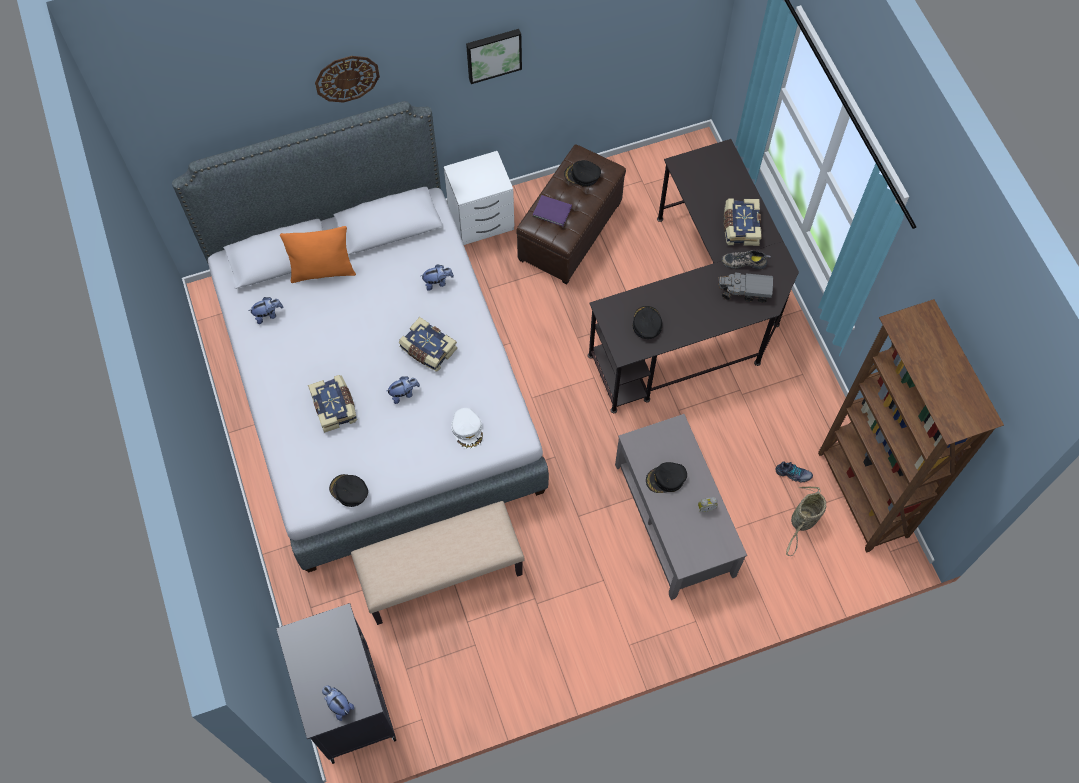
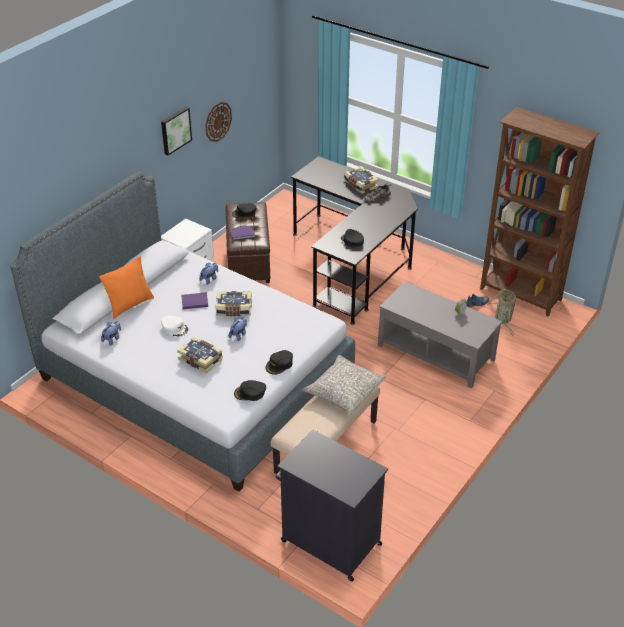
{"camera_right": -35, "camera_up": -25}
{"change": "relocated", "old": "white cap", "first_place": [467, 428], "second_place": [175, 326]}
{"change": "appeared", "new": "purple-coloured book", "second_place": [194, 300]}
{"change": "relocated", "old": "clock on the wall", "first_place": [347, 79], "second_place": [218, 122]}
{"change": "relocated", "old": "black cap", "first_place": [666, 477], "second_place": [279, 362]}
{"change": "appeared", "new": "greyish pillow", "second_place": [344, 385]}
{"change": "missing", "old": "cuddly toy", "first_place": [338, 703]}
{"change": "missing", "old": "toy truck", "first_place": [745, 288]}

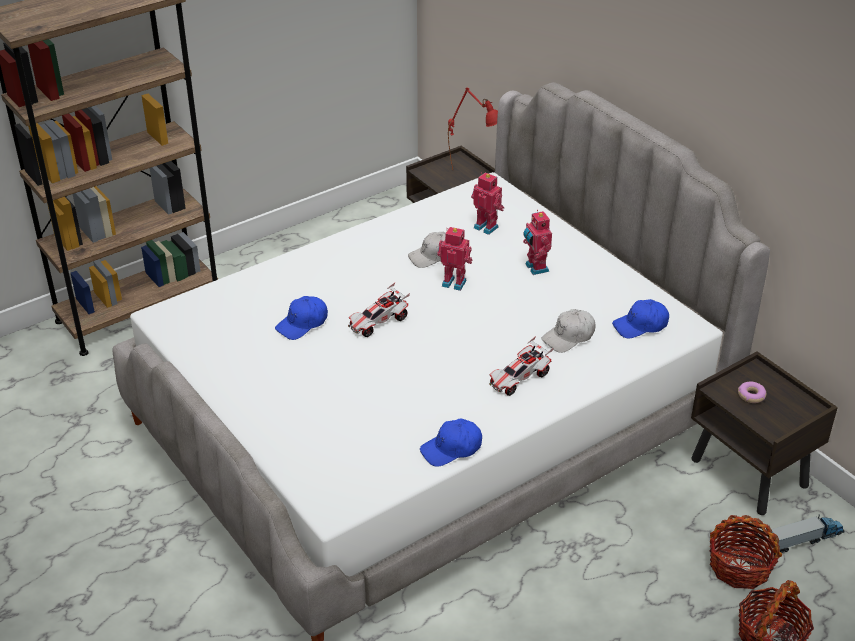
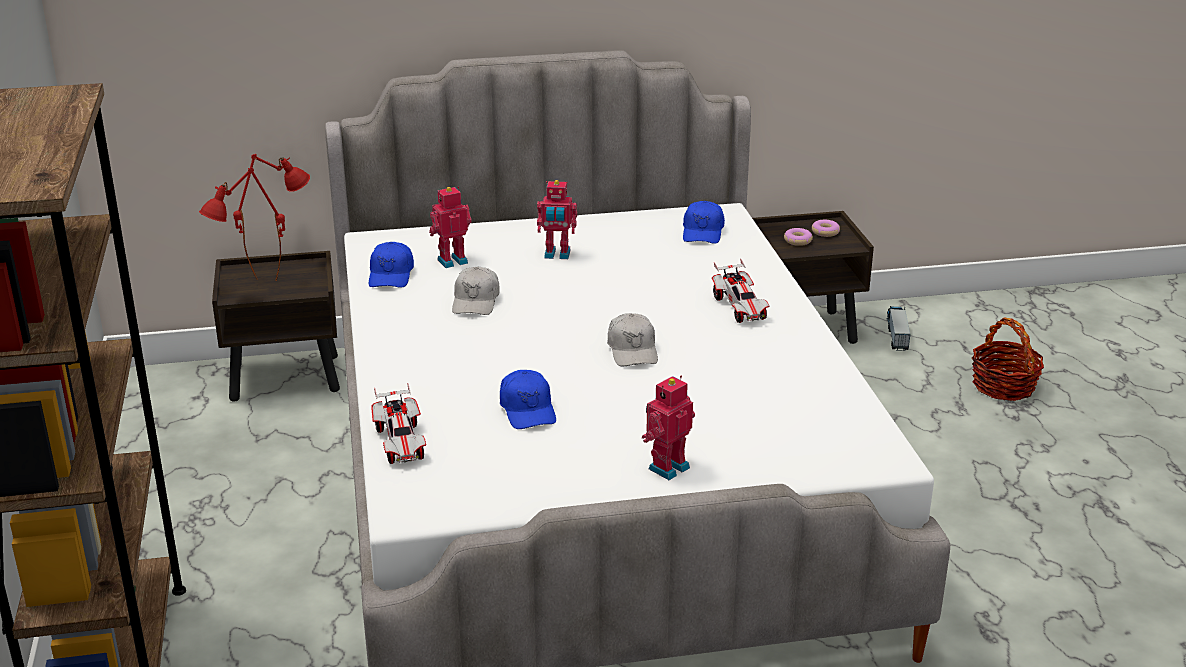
{"camera_right": -65, "camera_up": -10}
{"change": "appeared", "new": "red lamp for a table", "second_place": [242, 224]}
{"change": "relocated", "old": "blue-coloured cap", "first_place": [451, 443], "second_place": [391, 265]}
{"change": "relocated", "old": "model car", "first_place": [379, 309], "second_place": [398, 423]}
{"change": "relocated", "old": "white cap", "first_place": [568, 331], "second_place": [632, 339]}
{"change": "relocated", "old": "toy robot", "first_place": [454, 259], "second_place": [668, 428]}
{"change": "appeared", "new": "donut", "second_place": [826, 228]}
{"change": "missing", "old": "household basket", "first_place": [746, 552]}

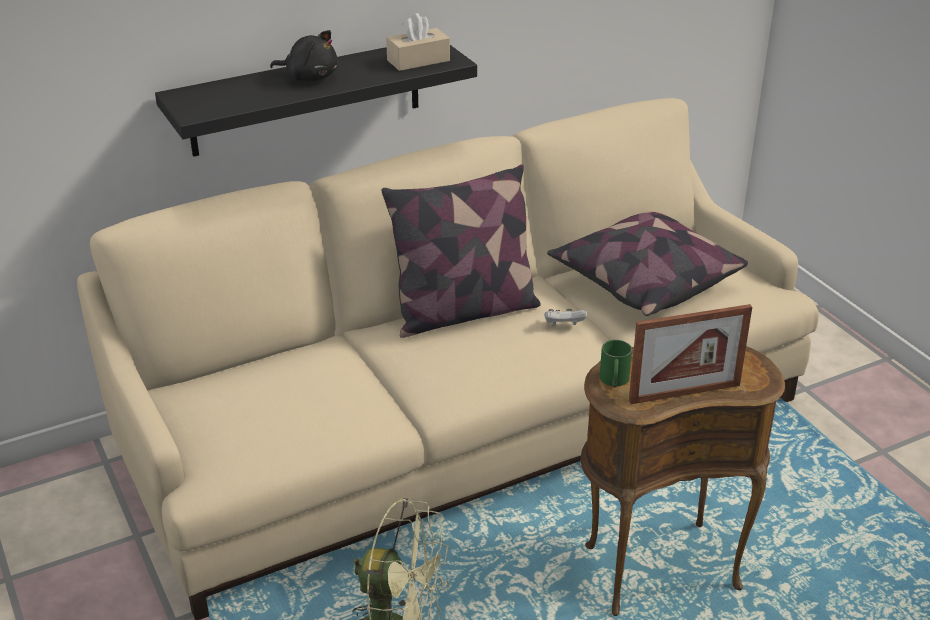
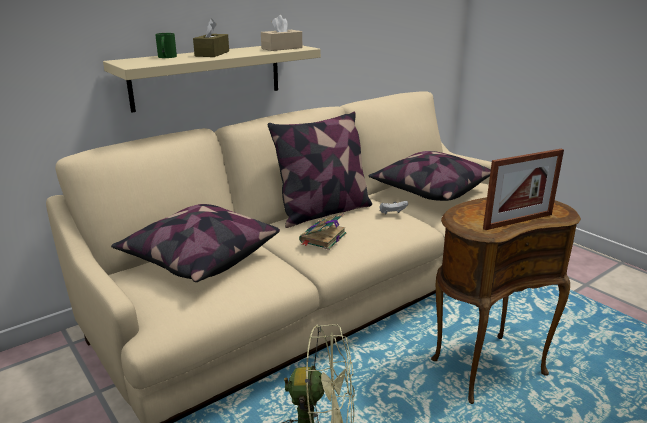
{"camera_right": -10, "camera_up": -10}
{"change": "colour", "old": "black shelf", "new": "beige-coloured shelf", "first_place": [316, 101], "second_place": [212, 79]}
{"change": "appeared", "new": "pillow", "second_place": [195, 243]}
{"change": "relocated", "old": "green tea mug", "first_place": [616, 364], "second_place": [166, 45]}
{"change": "exchanged", "old": "black cuddly toy", "new": "brown tissue box", "first_place": [304, 55], "second_place": [211, 37]}
{"change": "appeared", "new": "book", "second_place": [323, 231]}

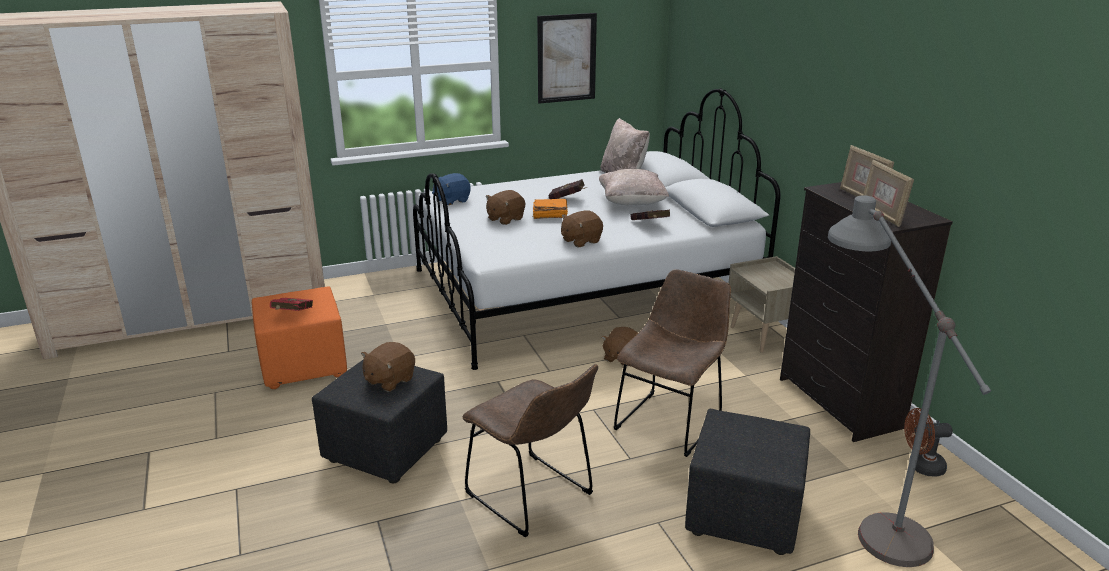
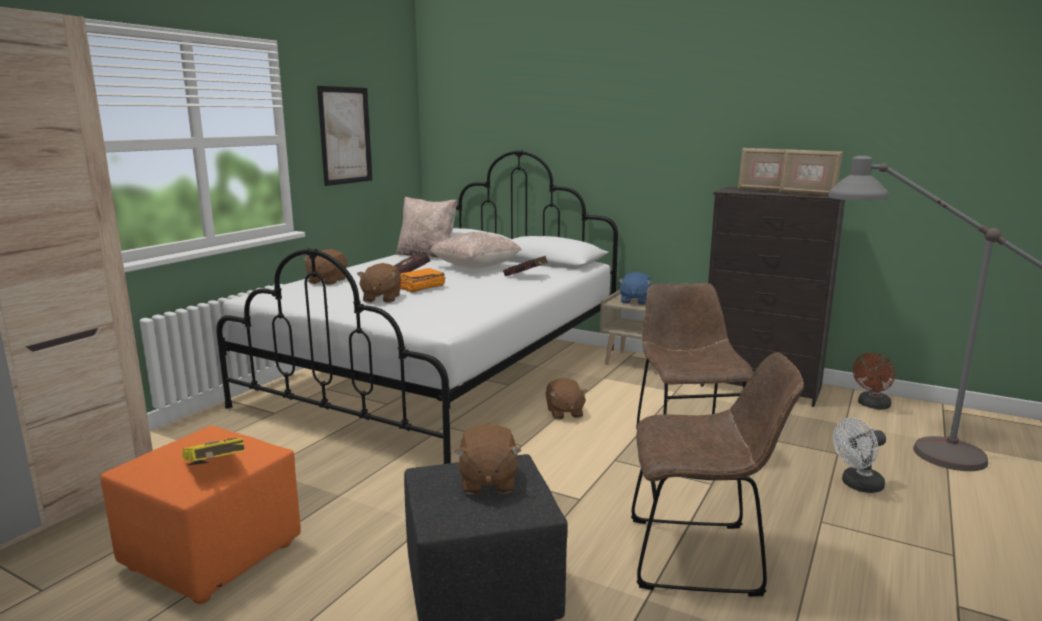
{"camera_right": -40, "camera_up": -10}
{"change": "colour", "old": "red book", "new": "yellow-coloured book", "first_place": [291, 304], "second_place": [213, 449]}
{"change": "relocated", "old": "brown cuddly toy", "first_place": [582, 228], "second_place": [325, 267]}
{"change": "relocated", "old": "blue-coloured cuddly toy", "first_place": [451, 189], "second_place": [635, 288]}
{"change": "exchanged", "old": "black pouffe", "new": "white fan", "first_place": [747, 482], "second_place": [859, 455]}

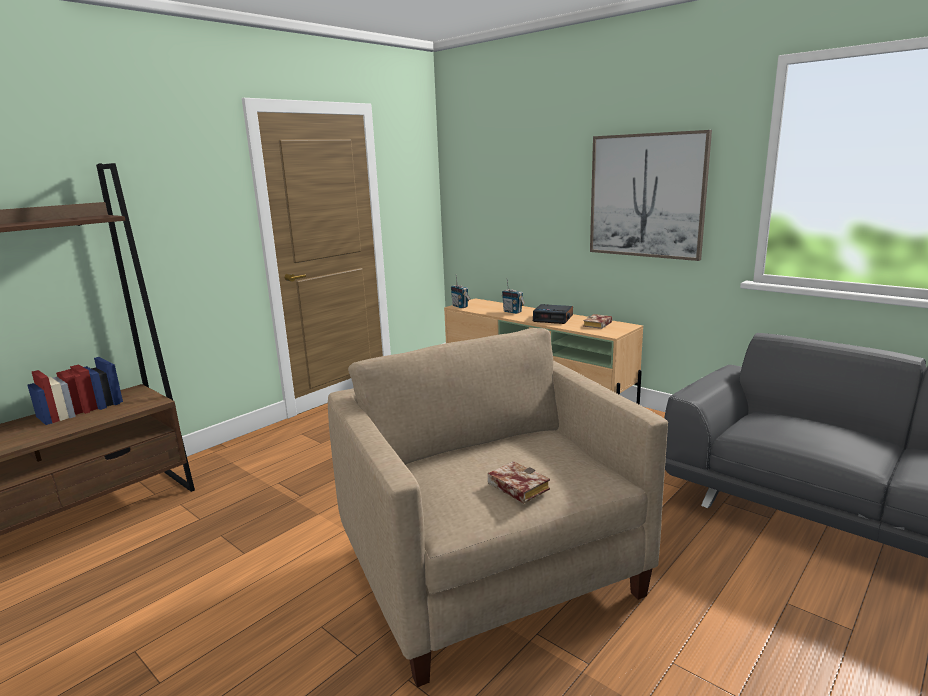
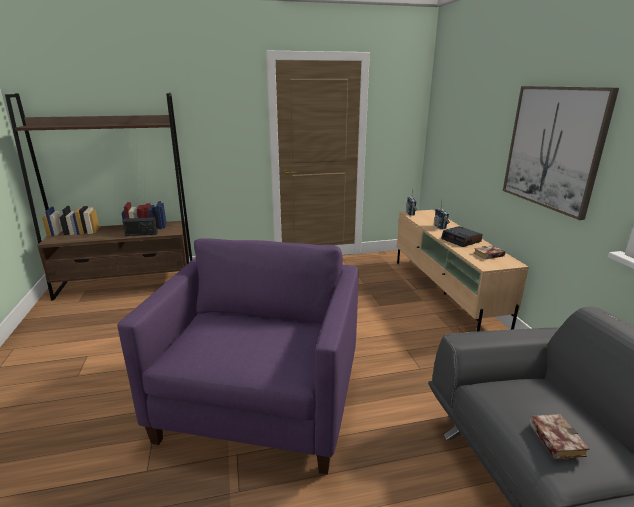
{"camera_right": 35, "camera_up": 5}
{"change": "colour", "old": "beige-coloured armchair", "new": "purple-coloured armchair", "first_place": [498, 507], "second_place": [237, 356]}
{"change": "appeared", "new": "radio receiver", "second_place": [140, 226]}
{"change": "relocated", "old": "book", "first_place": [519, 482], "second_place": [559, 436]}

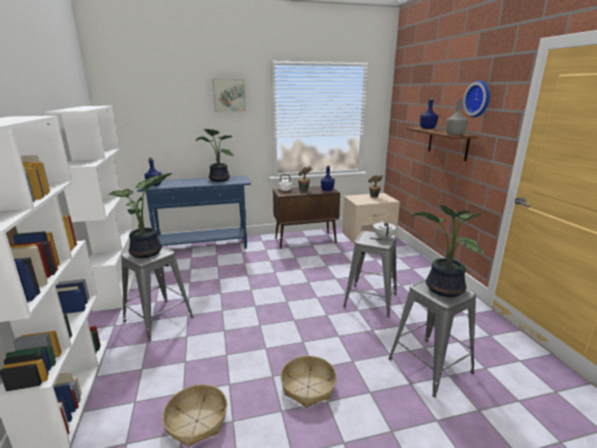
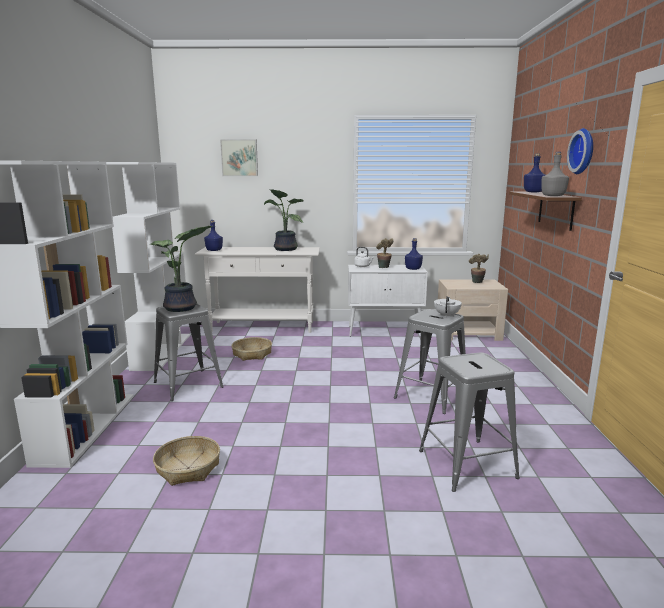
{"camera_right": 15, "camera_up": -5}
{"change": "colour", "old": "blue-coloured narrow table", "new": "white narrow table", "first_place": [194, 212], "second_place": [257, 290]}
{"change": "relocated", "old": "picture", "first_place": [229, 95], "second_place": [239, 157]}
{"change": "relocated", "old": "household basket", "first_place": [309, 382], "second_place": [252, 349]}
{"change": "colour", "old": "brown cupboard", "new": "white cupboard", "first_place": [306, 217], "second_place": [388, 300]}
{"change": "missing", "old": "potted plant", "first_place": [448, 251]}

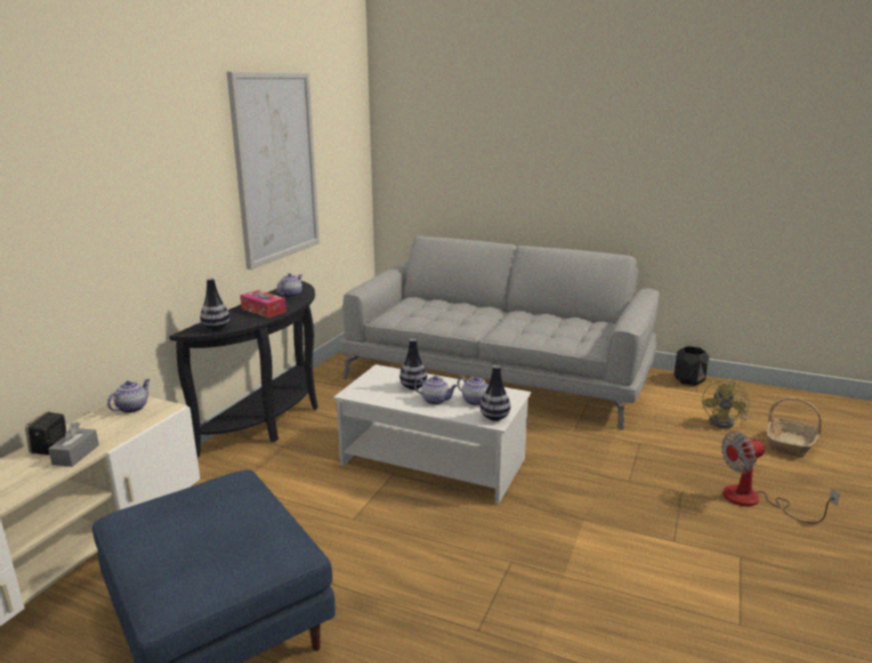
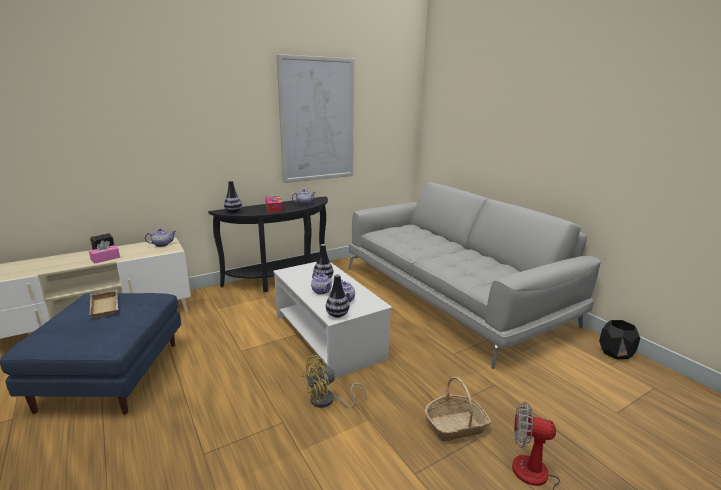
{"camera_right": 35, "camera_up": 0}
{"change": "colour", "old": "greyish tissue box", "new": "pink tissue box", "first_place": [73, 444], "second_place": [104, 252]}
{"change": "appeared", "new": "beige-coloured serving tray", "second_place": [103, 304]}
{"change": "relocated", "old": "yellow-coloured fan", "first_place": [726, 403], "second_place": [334, 381]}
{"change": "relocated", "old": "household basket", "first_place": [794, 428], "second_place": [458, 409]}

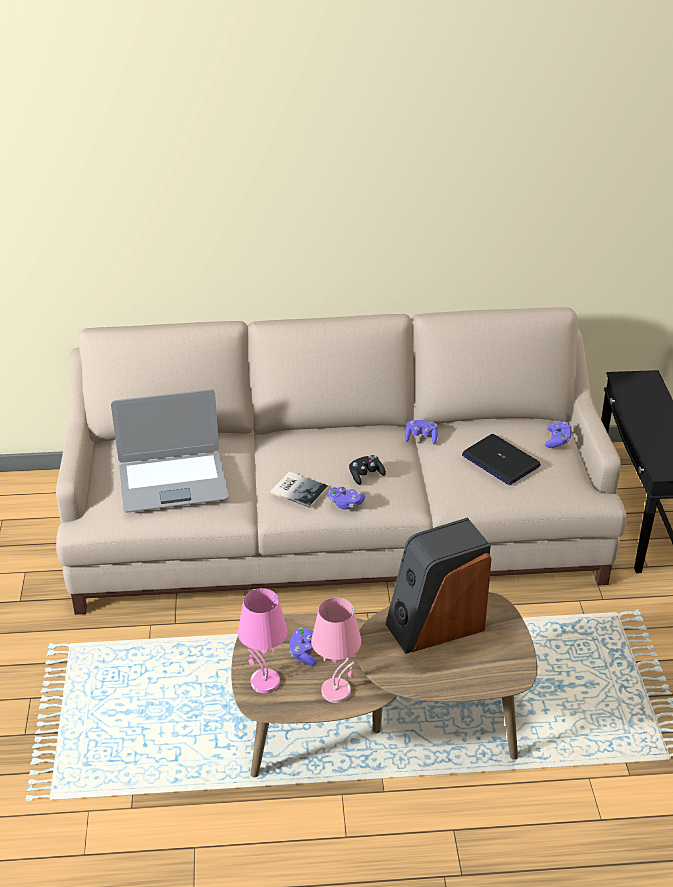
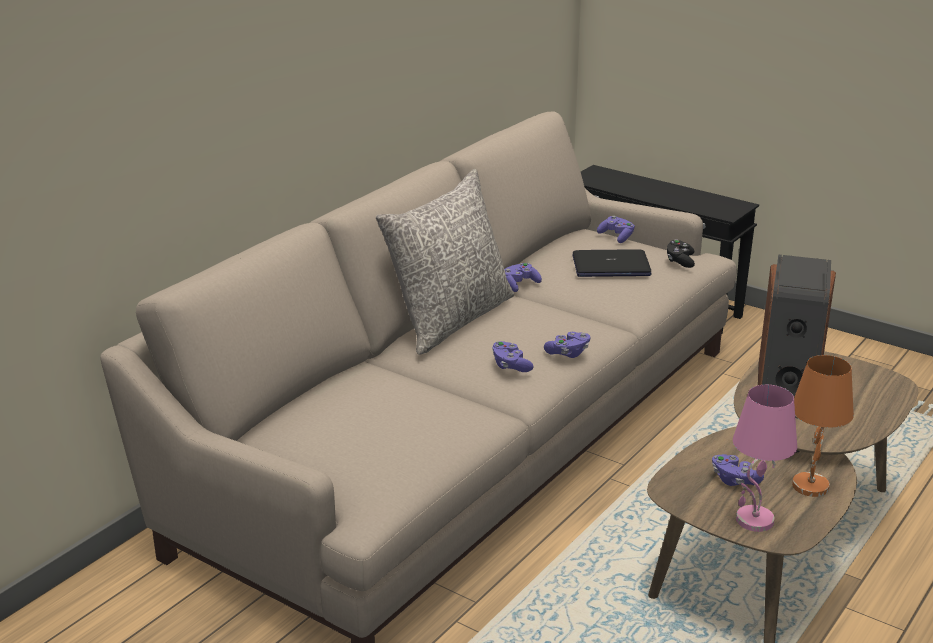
{"camera_right": -50, "camera_up": -10}
{"change": "appeared", "new": "greyish pillow", "second_place": [445, 262]}
{"change": "exchanged", "old": "book", "new": "purple-coloured gamepad", "first_place": [299, 490], "second_place": [513, 356]}
{"change": "relocated", "old": "black gamepad", "first_place": [367, 470], "second_place": [681, 253]}
{"change": "colour", "old": "pink lamp for a table", "new": "orange lamp for a table", "first_place": [336, 650], "second_place": [823, 426]}
{"change": "missing", "old": "notebook computer", "first_place": [170, 450]}

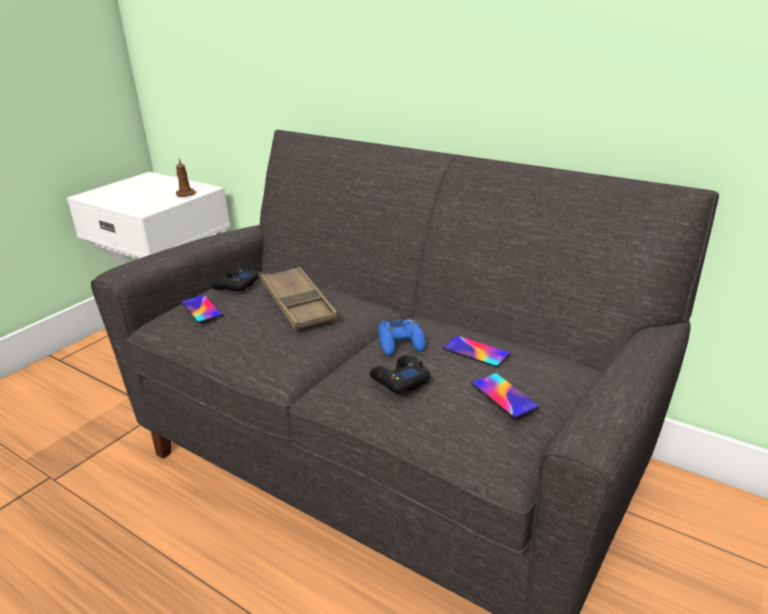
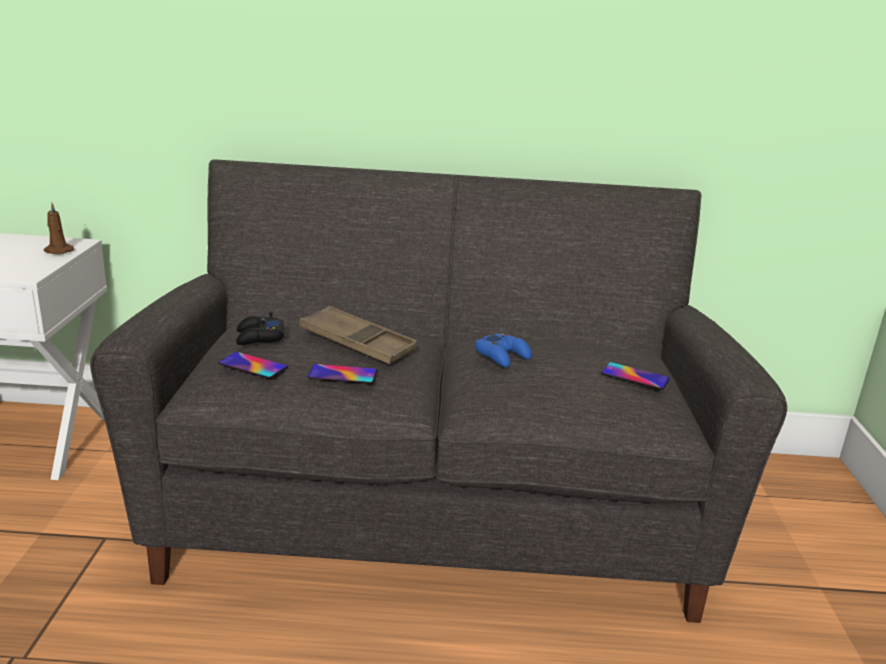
{"camera_right": -35, "camera_up": -5}
{"change": "relocated", "old": "phone", "first_place": [477, 351], "second_place": [342, 374]}
{"change": "missing", "old": "black gamepad", "first_place": [400, 374]}

